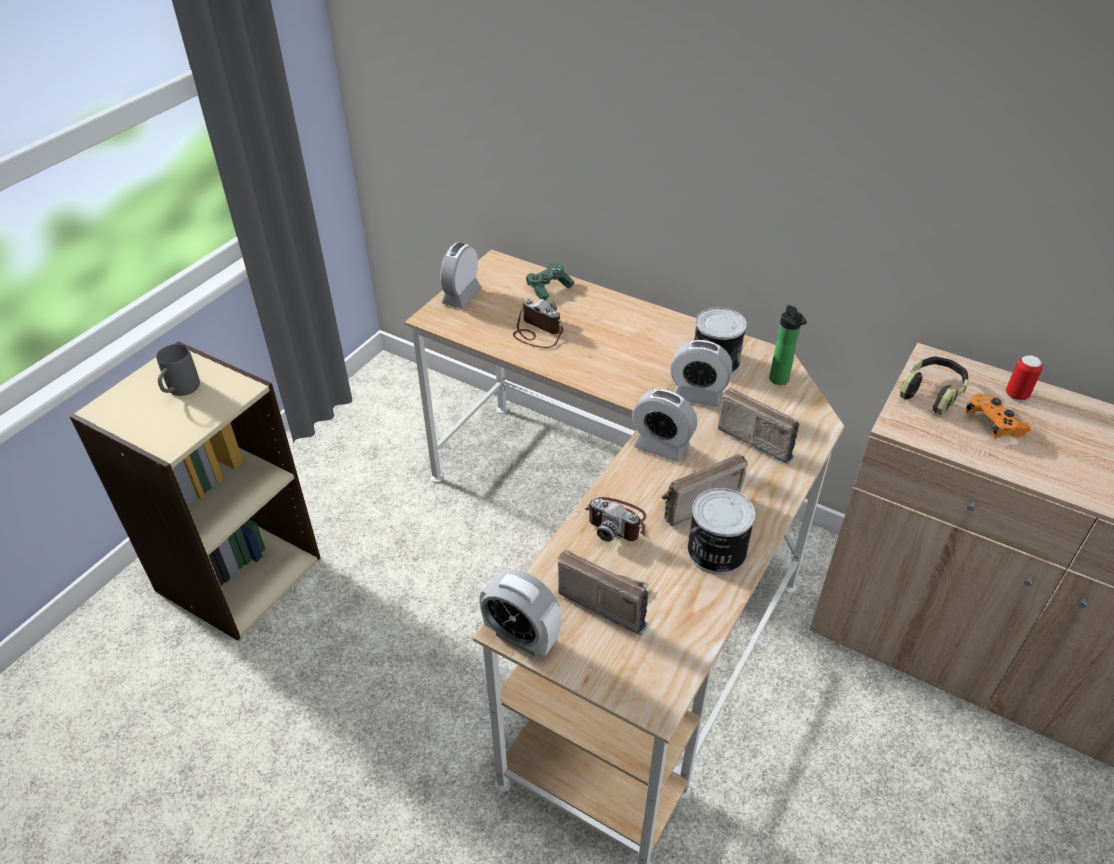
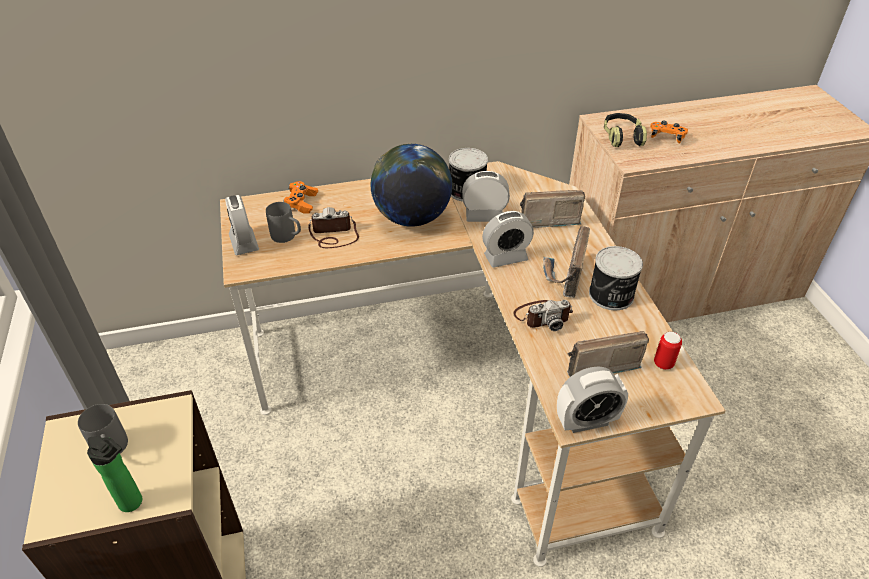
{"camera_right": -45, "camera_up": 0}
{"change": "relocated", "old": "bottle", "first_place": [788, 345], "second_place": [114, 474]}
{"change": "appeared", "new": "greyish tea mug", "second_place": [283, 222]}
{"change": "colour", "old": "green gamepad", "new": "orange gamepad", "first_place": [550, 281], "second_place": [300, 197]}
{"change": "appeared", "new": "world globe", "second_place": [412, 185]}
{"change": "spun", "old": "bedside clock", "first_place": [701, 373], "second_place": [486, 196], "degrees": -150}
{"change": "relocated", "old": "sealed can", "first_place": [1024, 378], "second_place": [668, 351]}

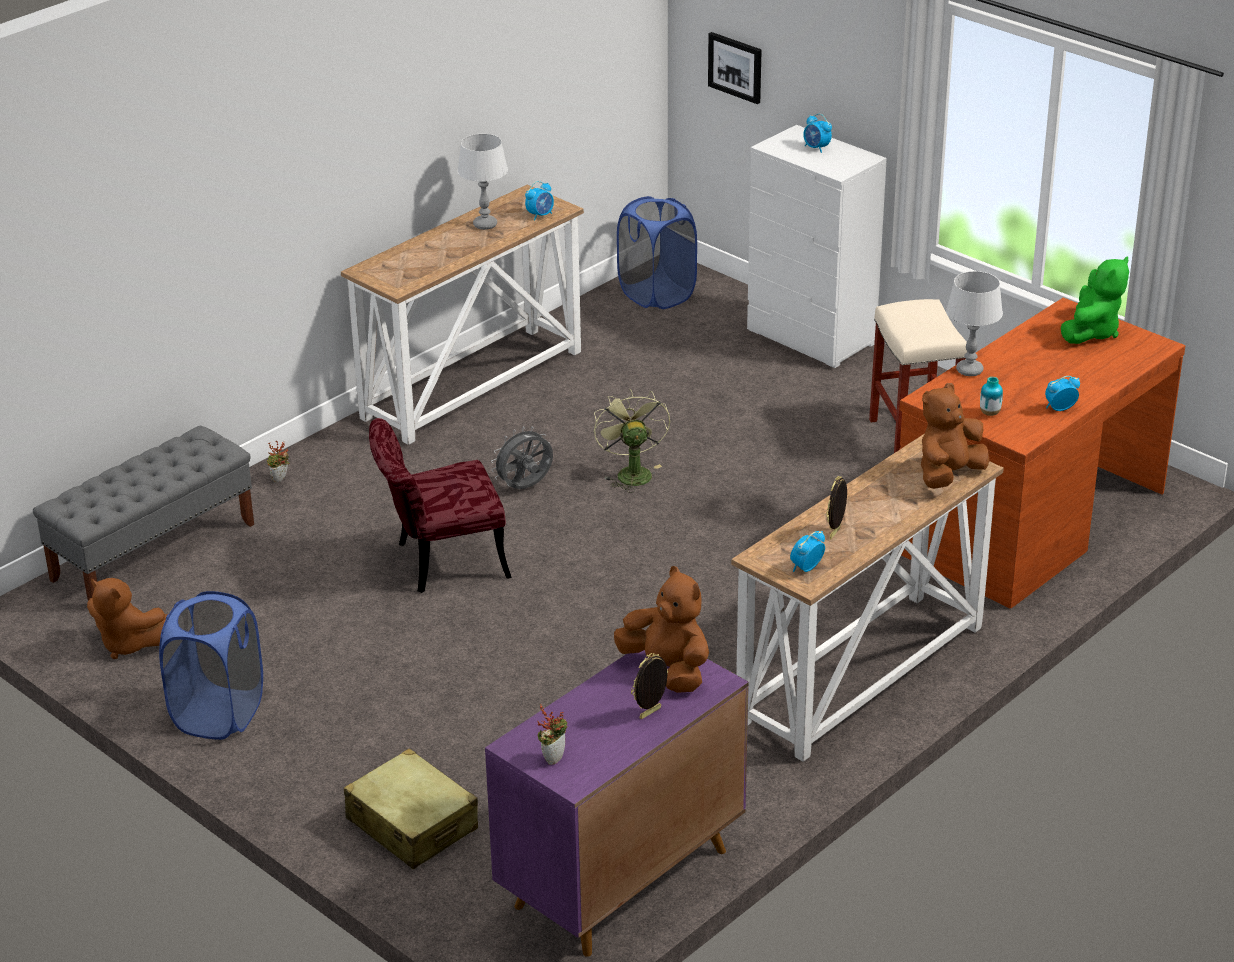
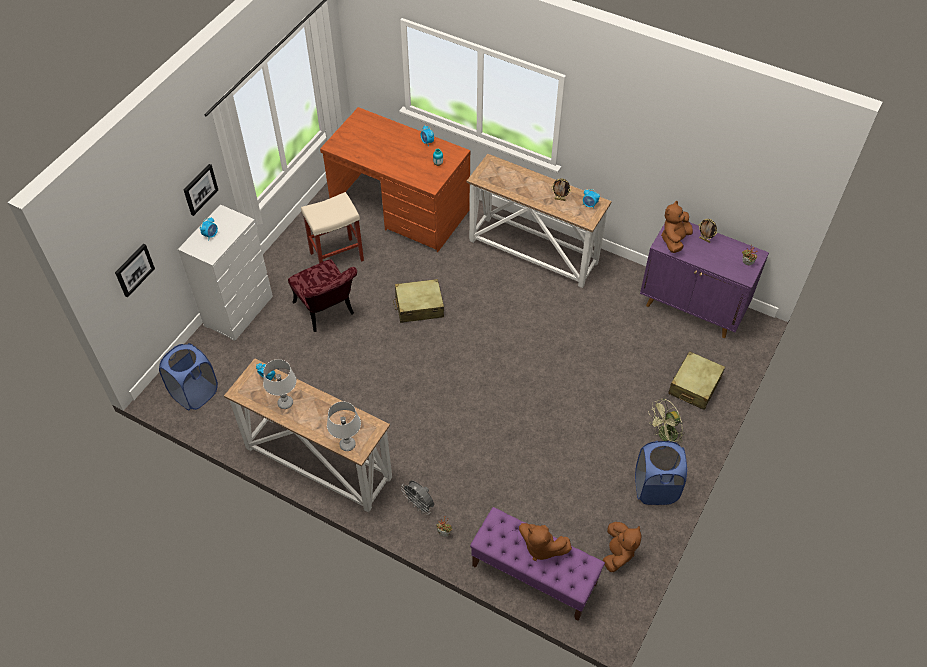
{"camera_right": -105, "camera_up": 20}
{"change": "appeared", "new": "picture", "second_place": [201, 190]}
{"change": "relocated", "old": "red plain chair", "first_place": [440, 505], "second_place": [322, 295]}
{"change": "relocated", "old": "greyish lamp for a table", "first_place": [974, 323], "second_place": [344, 426]}
{"change": "appeared", "new": "beige-coloured suitcase", "second_place": [418, 301]}
{"change": "relocated", "old": "greyish fan", "first_place": [522, 458], "second_place": [417, 497]}
{"change": "colour", "old": "greyish indoor bench", "new": "purple-coloured indoor bench", "first_place": [143, 513], "second_place": [537, 564]}
{"change": "relocated", "old": "brown cuddly toy", "first_place": [955, 436], "second_place": [545, 542]}
{"change": "relocated", "old": "green fan", "first_place": [632, 440], "second_place": [666, 420]}
{"change": "missing", "old": "green cuddly toy", "first_place": [1095, 300]}

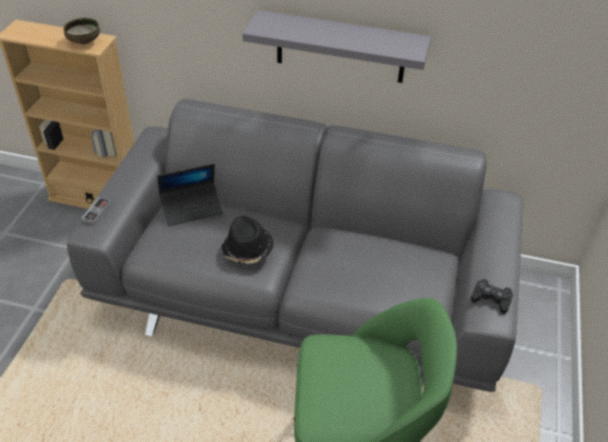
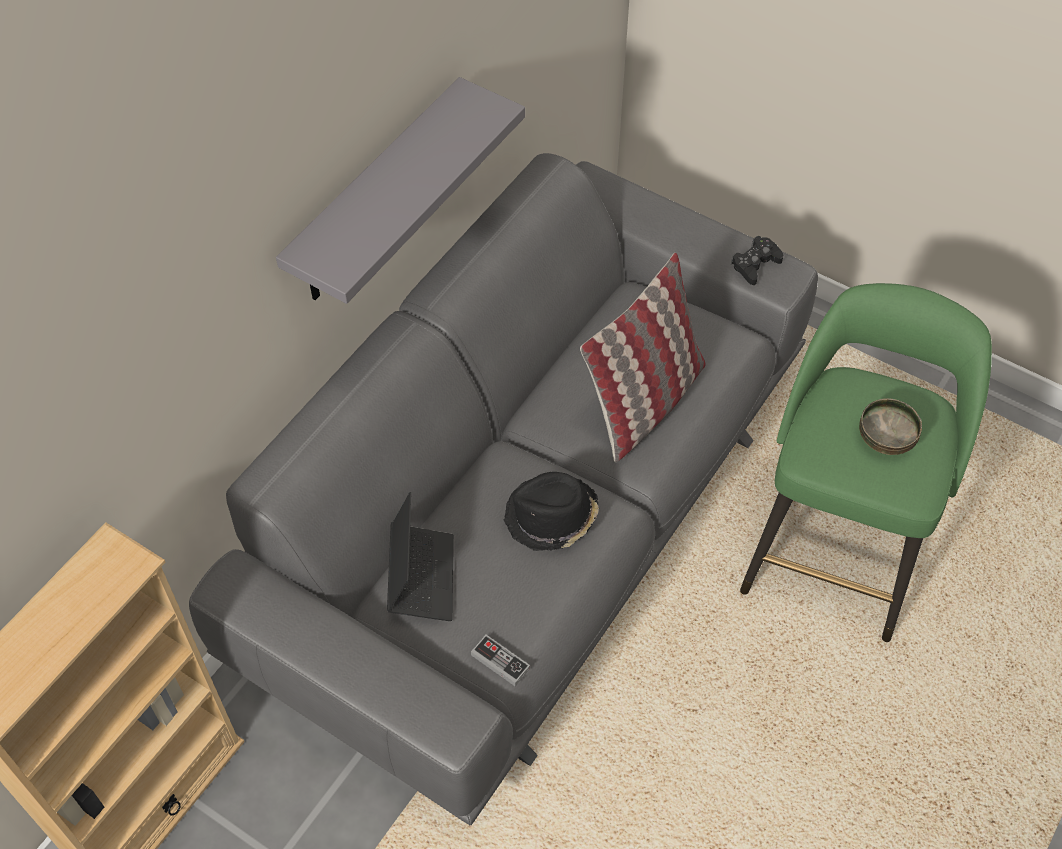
{"camera_right": -70, "camera_up": 10}
{"change": "relocated", "old": "gamepad", "first_place": [96, 211], "second_place": [500, 660]}
{"change": "appeared", "new": "pillow", "second_place": [643, 357]}
{"change": "relocated", "old": "deep dish", "first_place": [81, 31], "second_place": [890, 426]}

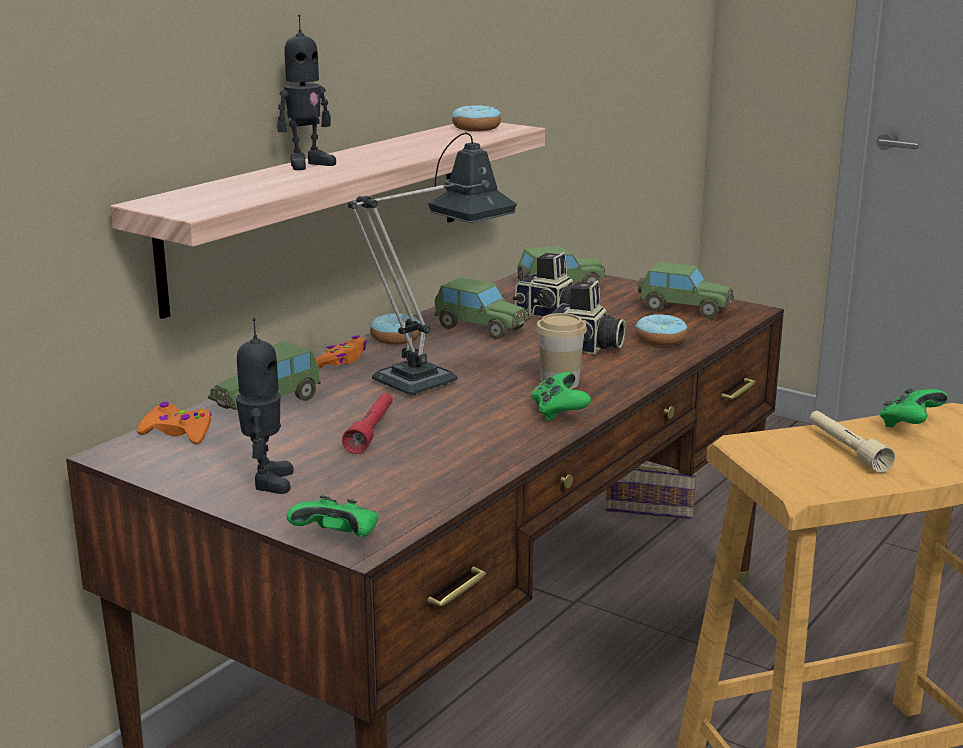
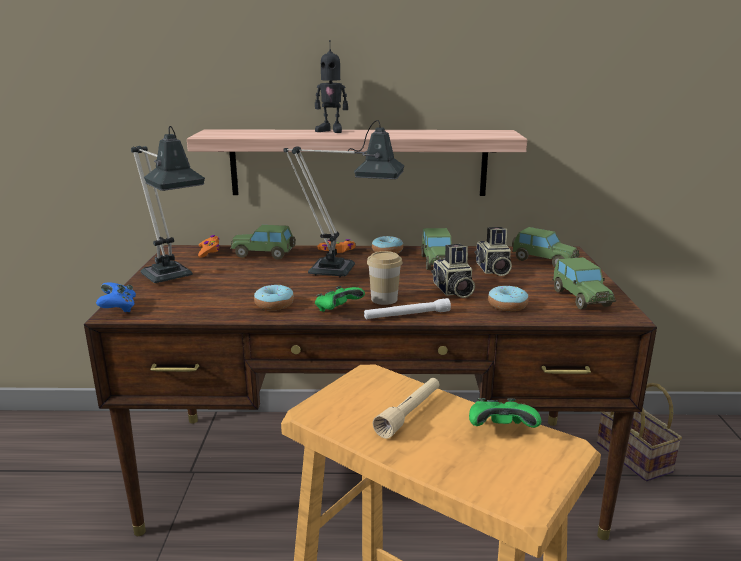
{"camera_right": 55, "camera_up": 0}
{"change": "colour", "old": "green gamepad", "new": "blue-coloured gamepad", "first_place": [333, 516], "second_place": [116, 297]}
{"change": "exchanged", "old": "toy robot", "new": "lamp for a table", "first_place": [265, 406], "second_place": [168, 204]}
{"change": "relocated", "old": "donut", "first_place": [476, 118], "second_place": [274, 297]}
{"change": "appeared", "new": "white flashlight", "second_place": [407, 308]}
{"change": "missing", "old": "red flashlight", "first_place": [367, 423]}

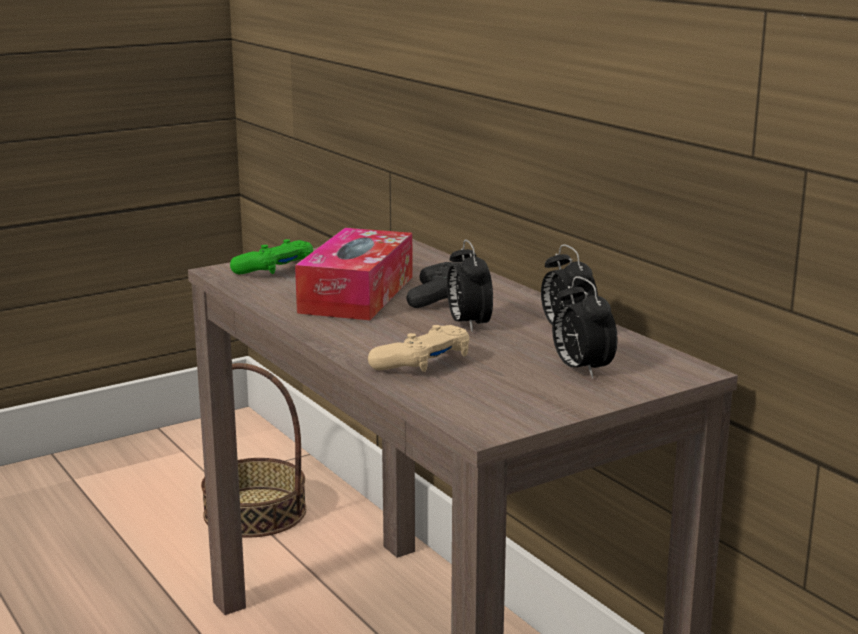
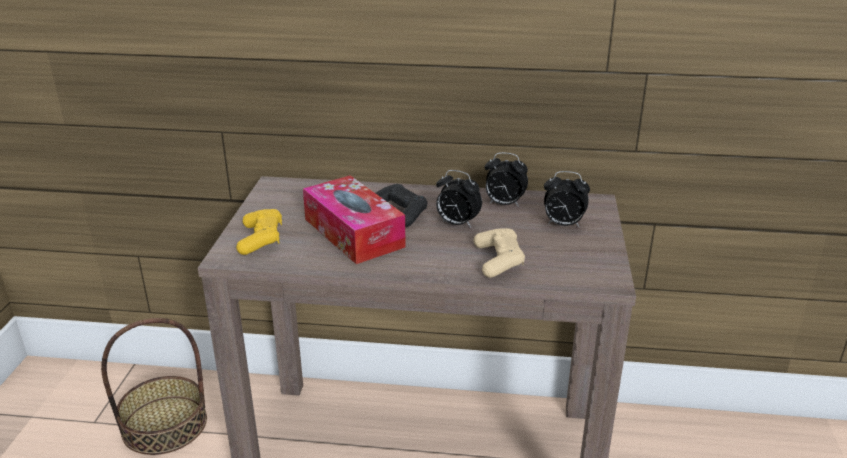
{"camera_right": -50, "camera_up": 10}
{"change": "colour", "old": "green gamepad", "new": "yellow-coloured gamepad", "first_place": [271, 257], "second_place": [259, 232]}

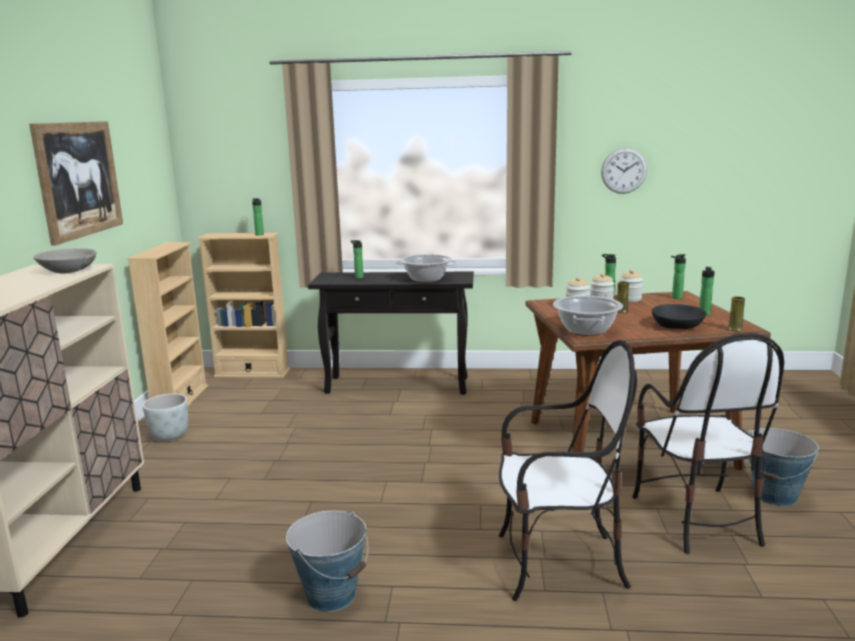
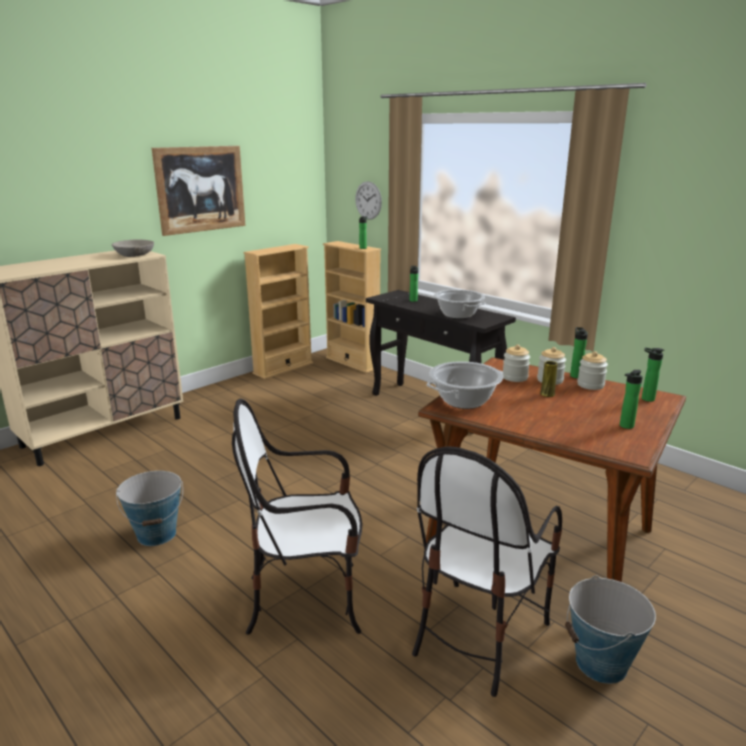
{"camera_right": 40, "camera_up": 5}
{"change": "spun", "old": "plain chair", "first_place": [568, 470], "second_place": [297, 517], "degrees": 135}
{"change": "relocated", "old": "clock on the wall", "first_place": [624, 171], "second_place": [368, 200]}
{"change": "missing", "old": "greyish plant pot", "first_place": [165, 417]}
{"change": "missing", "old": "black deep dish", "first_place": [679, 316]}
{"change": "missing", "old": "yellow-coloured vase", "first_place": [736, 313]}

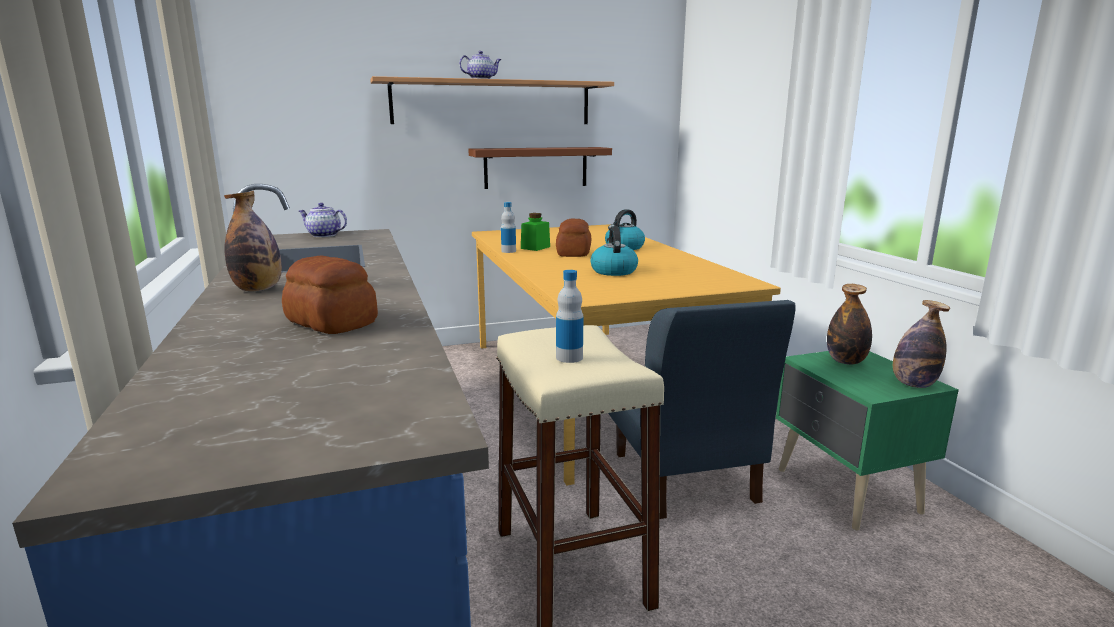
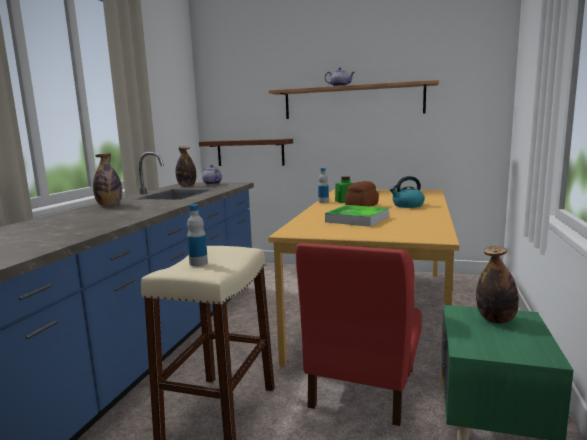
{"camera_right": 35, "camera_up": -5}
{"change": "relocated", "old": "bottle", "first_place": [921, 344], "second_place": [186, 166]}
{"change": "relocated", "old": "brown shelf", "first_place": [540, 168], "second_place": [246, 152]}
{"change": "colour", "old": "blue-coloured plain chair", "new": "red plain chair", "first_place": [702, 409], "second_place": [359, 334]}
{"change": "exchanged", "old": "water kettle", "new": "serving tray", "first_place": [614, 251], "second_place": [357, 216]}
{"change": "missing", "old": "bakery bread", "first_place": [330, 295]}

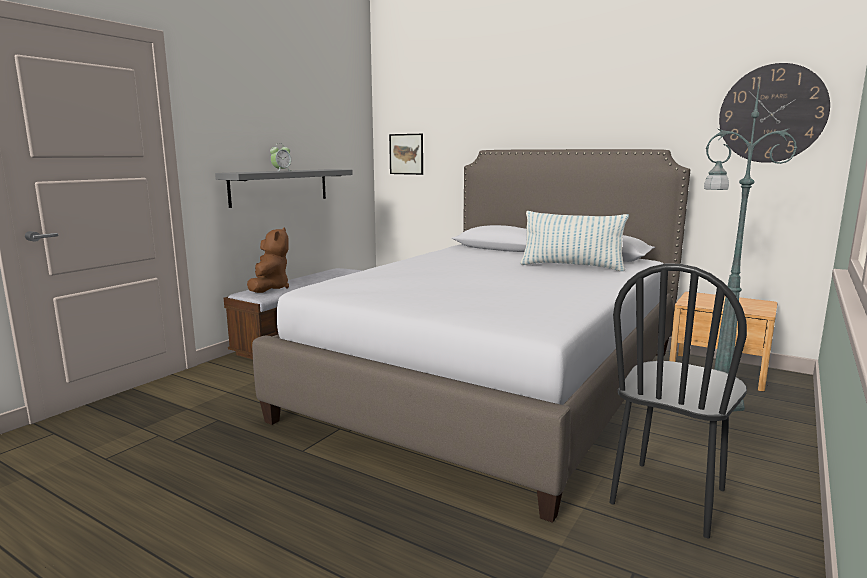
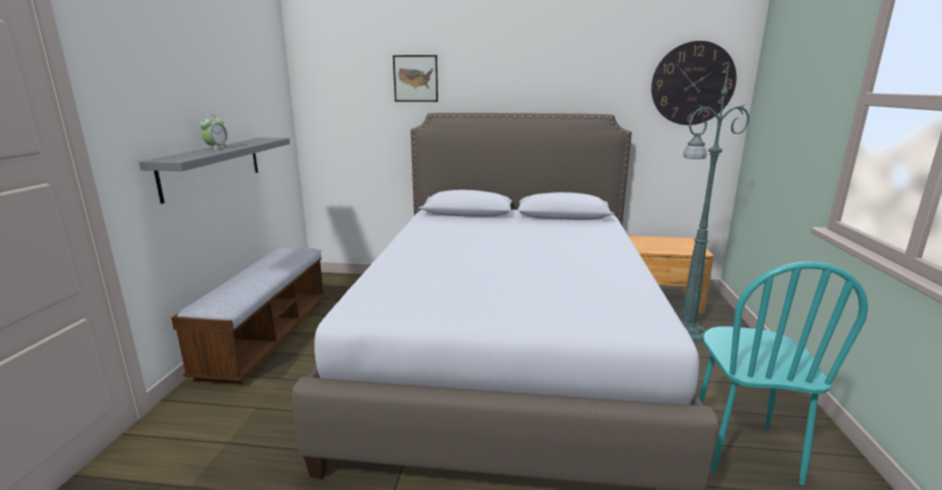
{"camera_right": -25, "camera_up": 5}
{"change": "relocated", "old": "picture", "first_place": [406, 154], "second_place": [415, 78]}
{"change": "colour", "old": "black plain chair", "new": "turquoise plain chair", "first_place": [678, 401], "second_place": [783, 373]}
{"change": "missing", "old": "brown cuddly toy", "first_place": [268, 260]}
{"change": "missing", "old": "pillow", "first_place": [574, 241]}

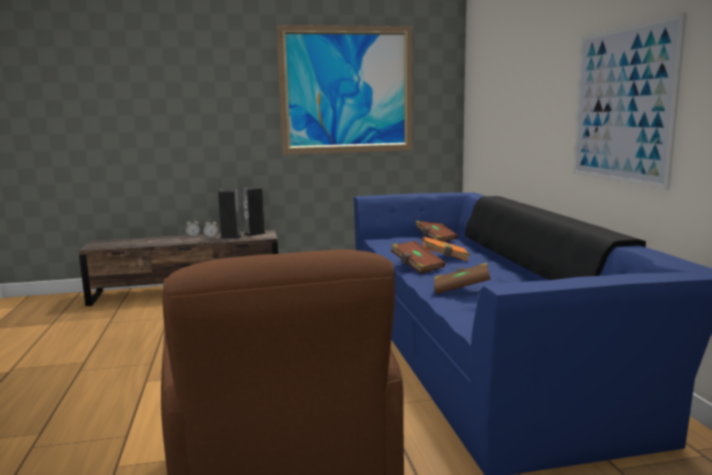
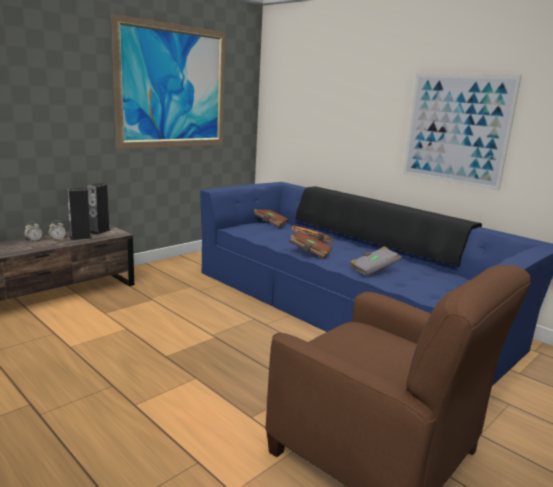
{"camera_right": -35, "camera_up": 5}
{"change": "colour", "old": "brown book", "new": "greyish book", "first_place": [462, 278], "second_place": [376, 261]}

